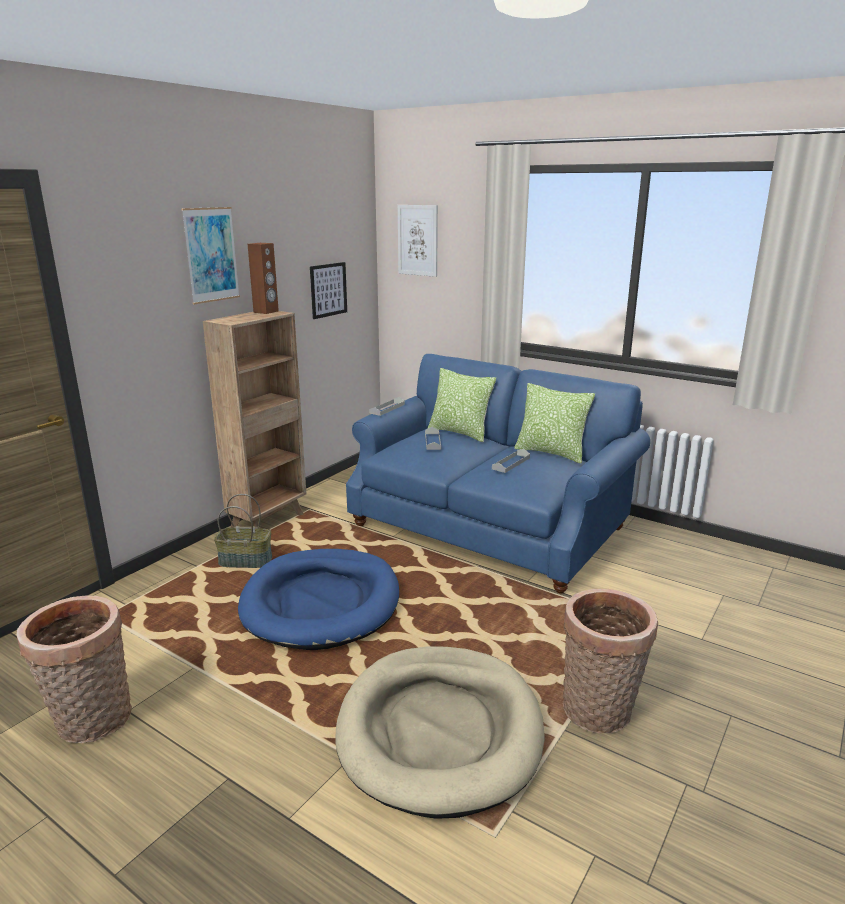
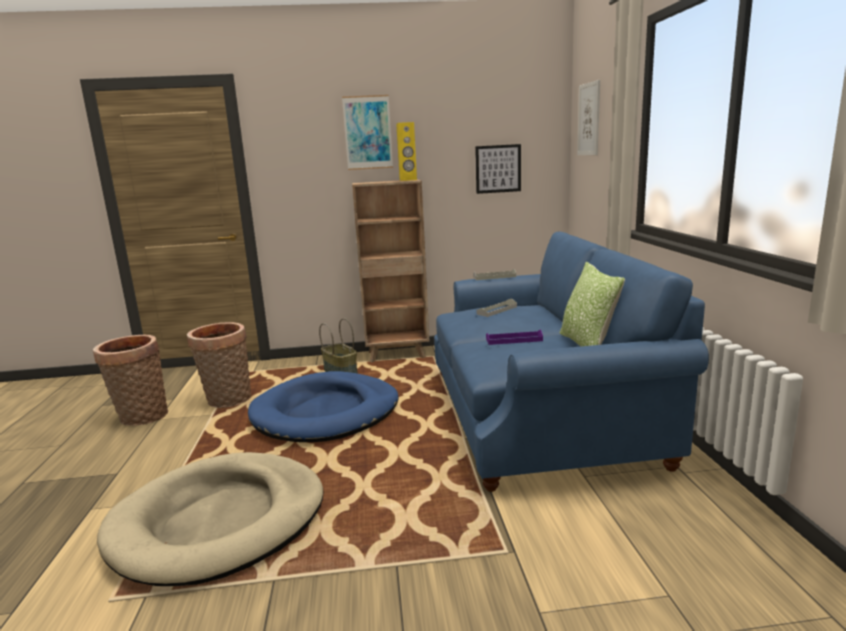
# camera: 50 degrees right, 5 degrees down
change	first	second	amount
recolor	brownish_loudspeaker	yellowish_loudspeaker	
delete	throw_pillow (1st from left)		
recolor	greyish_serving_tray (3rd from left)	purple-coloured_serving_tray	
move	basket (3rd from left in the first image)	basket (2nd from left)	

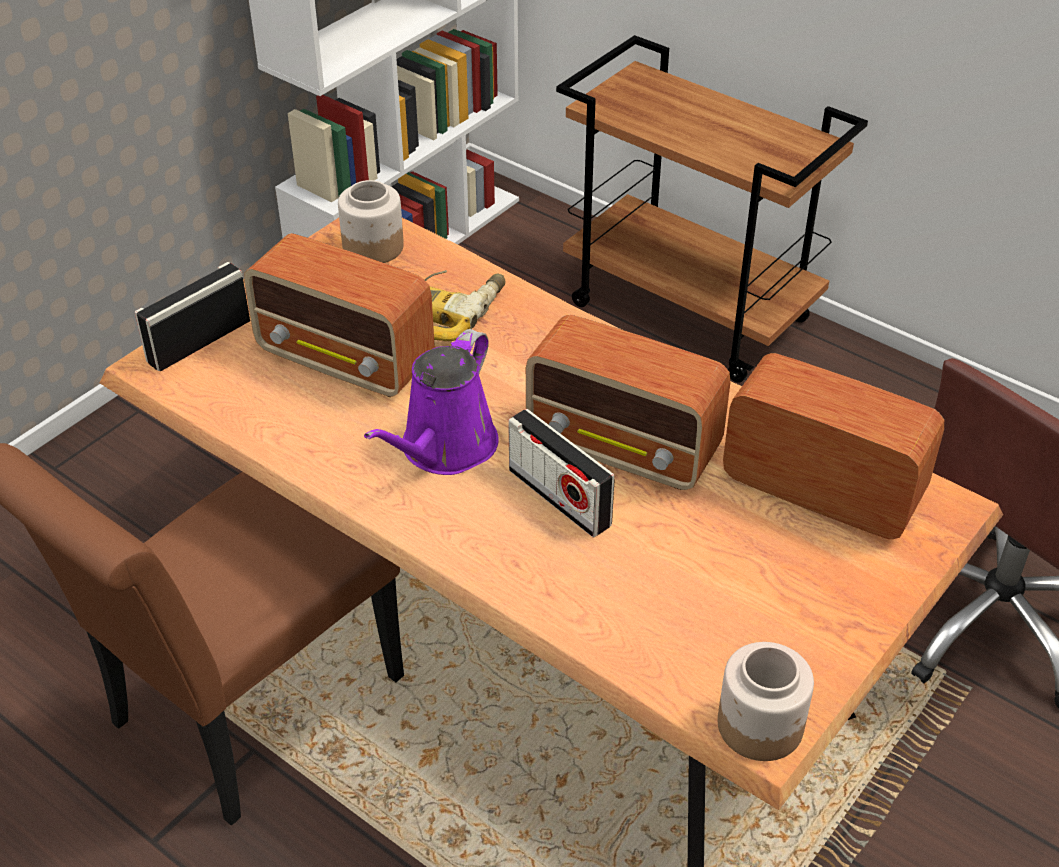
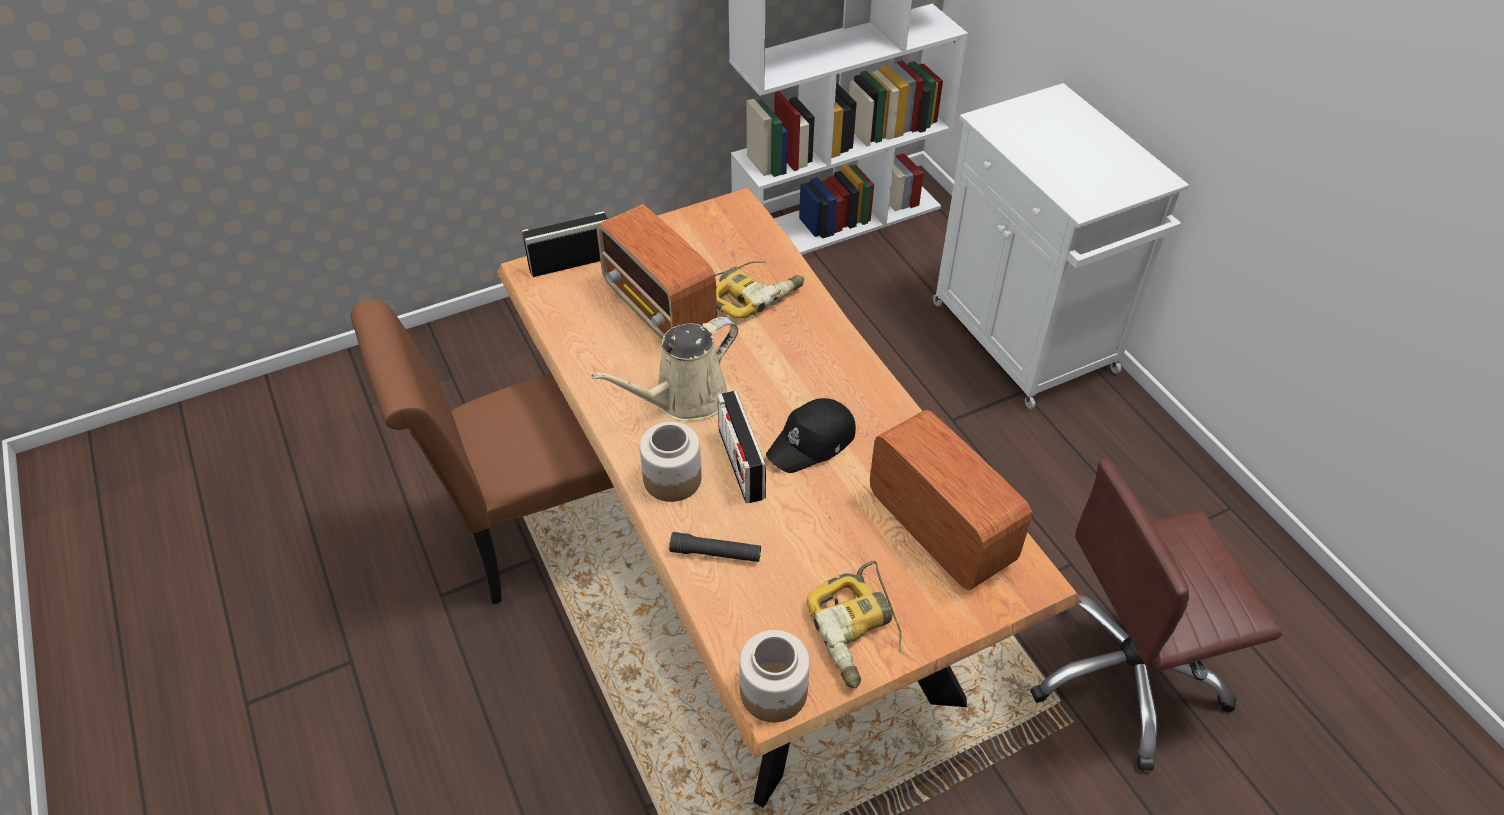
# camera: 25 degrees right, 5 degrees up
change	first	second	amount
move	jar (1st from left)		
recolor	purple-coloured_watering_pot	beige-coloured_watering_pot	
replace	radio_receiver (4th from left)	black-coloured_peaked_cap	
replace	brownish_trolley	white-coloured_storage_cabinet	
insert		black-coloured_torch	
insert		power_drill (2nd from left)	

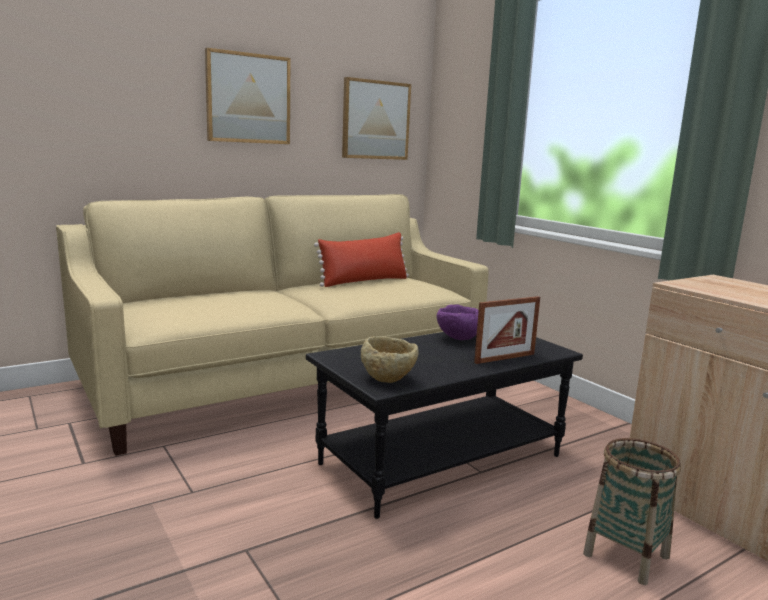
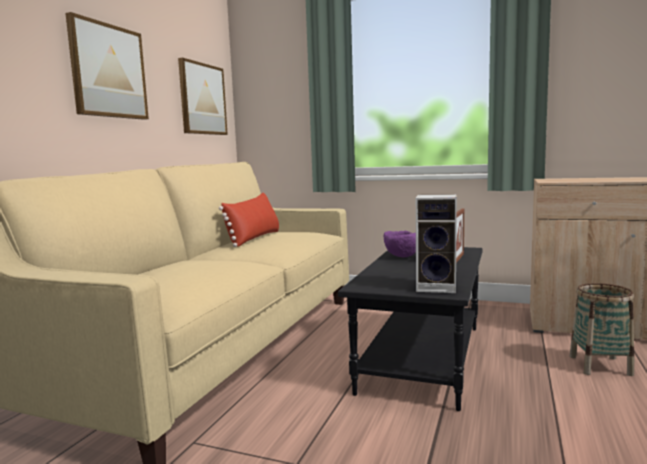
# camera: 35 degrees left, 5 degrees down
change	first	second	amount
replace	beige-coloured_bowl	loudspeaker	

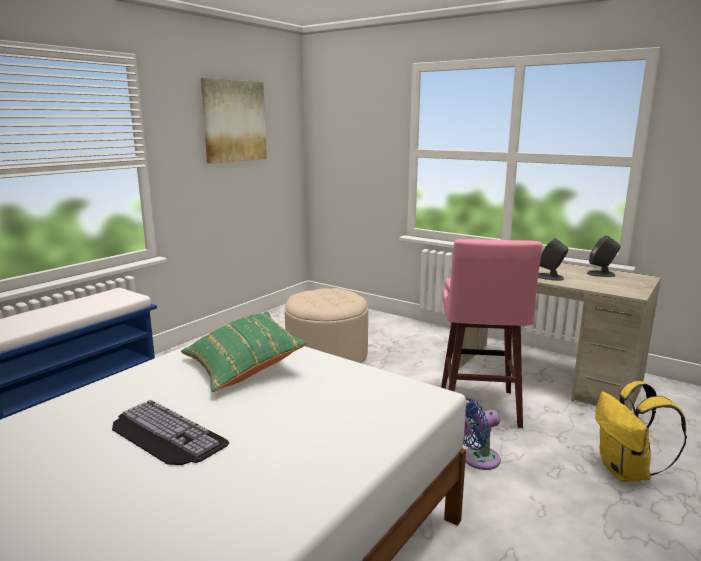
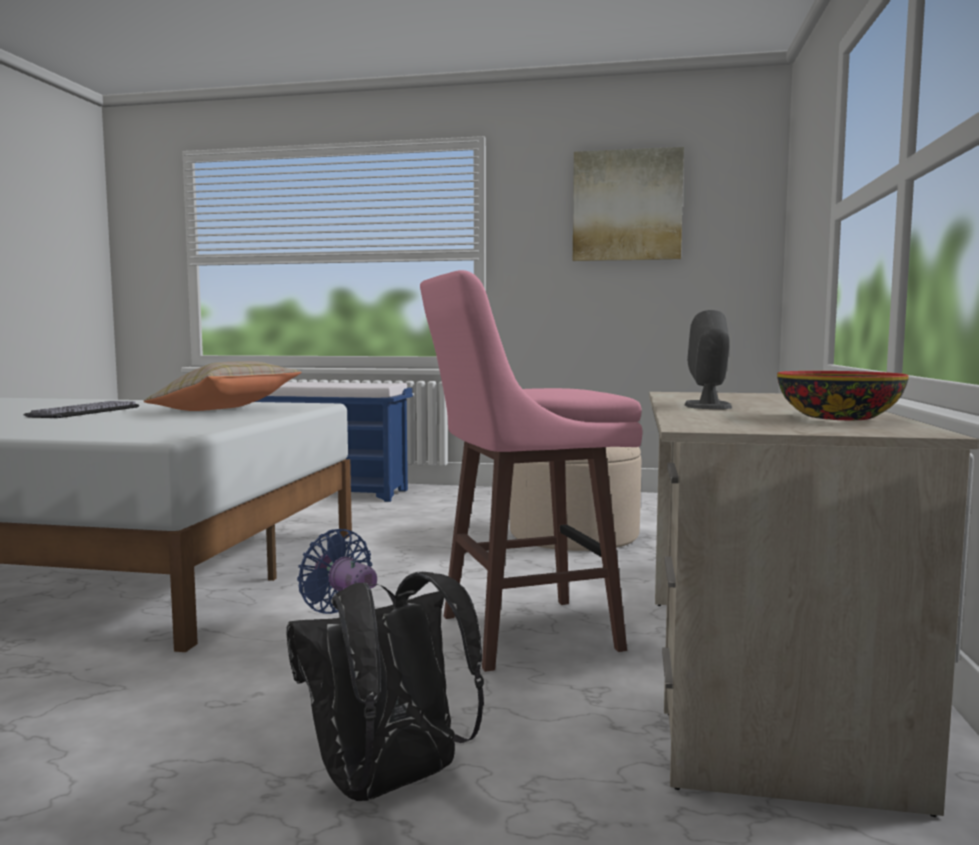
# camera: 65 degrees right, 10 degrees down
change	first	second	amount
recolor	greenish_throw_pillow	beige-coloured_throw_pillow	
replace	greyish_loudspeaker (2nd from left)	bowl	
recolor	yellowish_rucksack	black-coloured_rucksack	

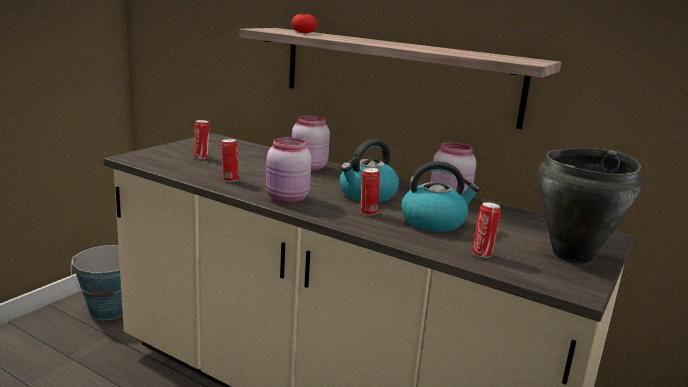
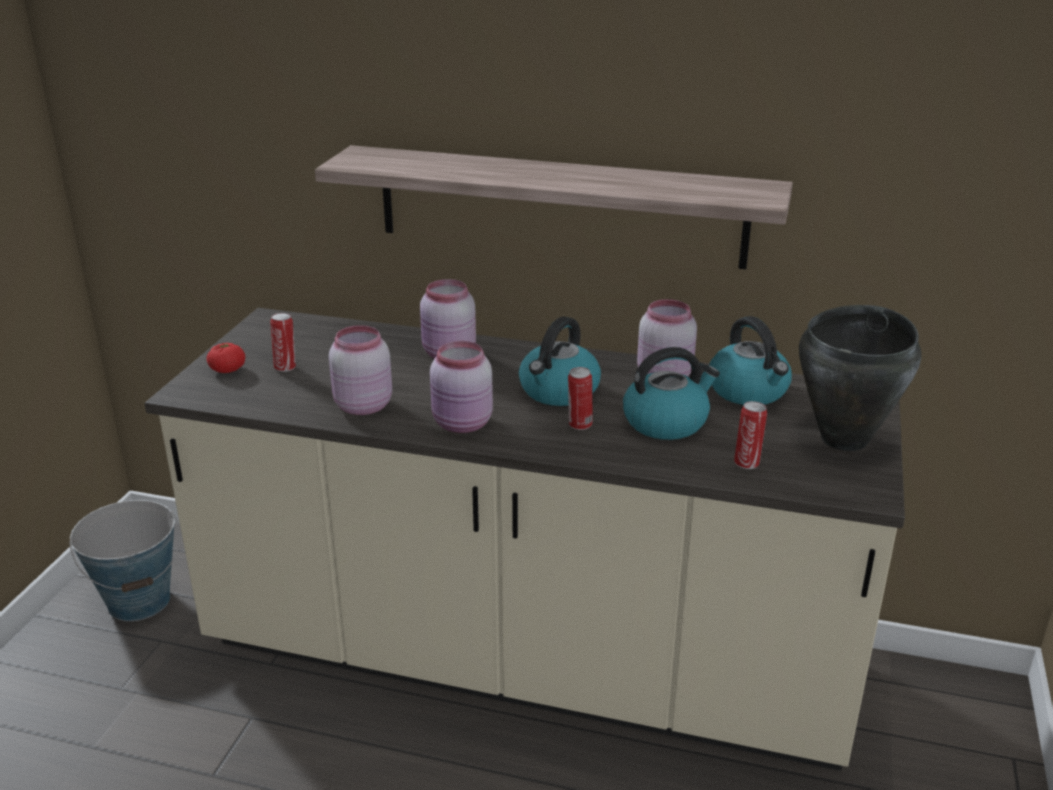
# camera: 15 degrees left, 10 degrees up
change	first	second	amount
replace	metal_can (2nd from left)	pink_jar (1st from left)	
move	tomato		
insert		kettle (3rd from left)	

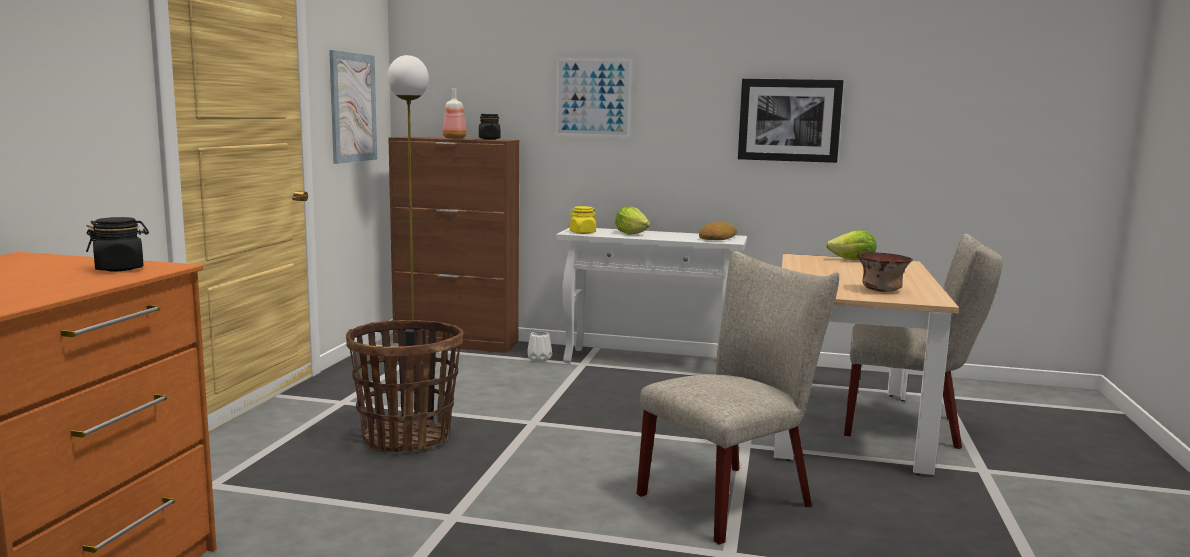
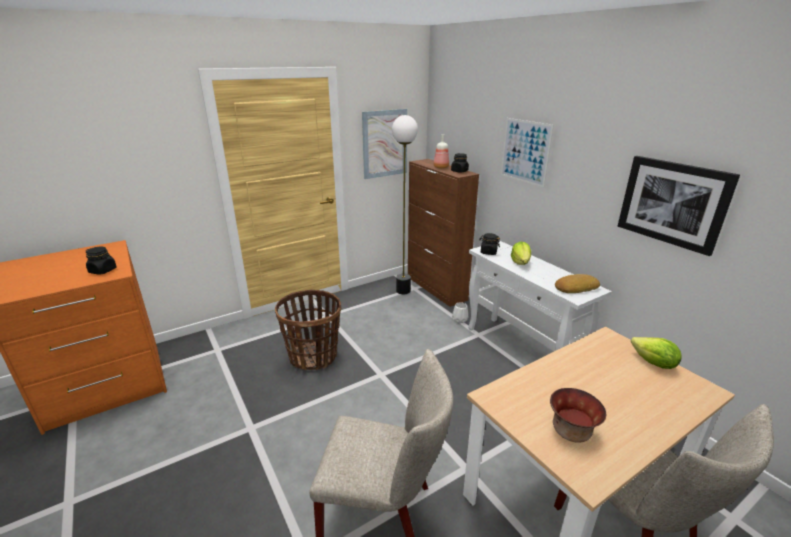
# camera: 45 degrees right, 15 degrees up
change	first	second	amount
recolor	yellowish_jar	black-coloured_jar (3rd from left)	

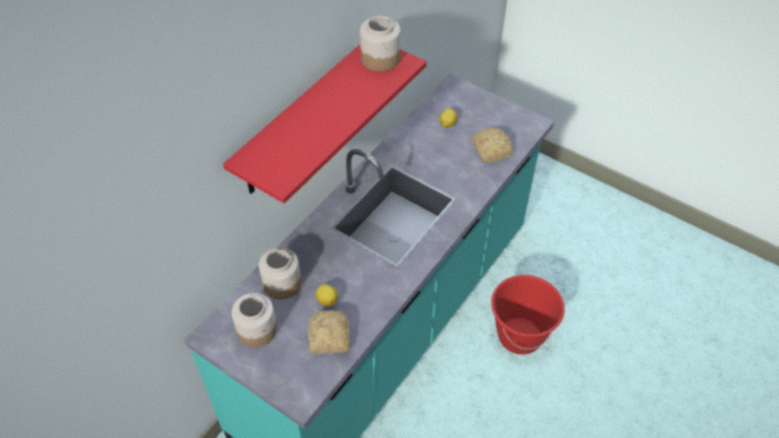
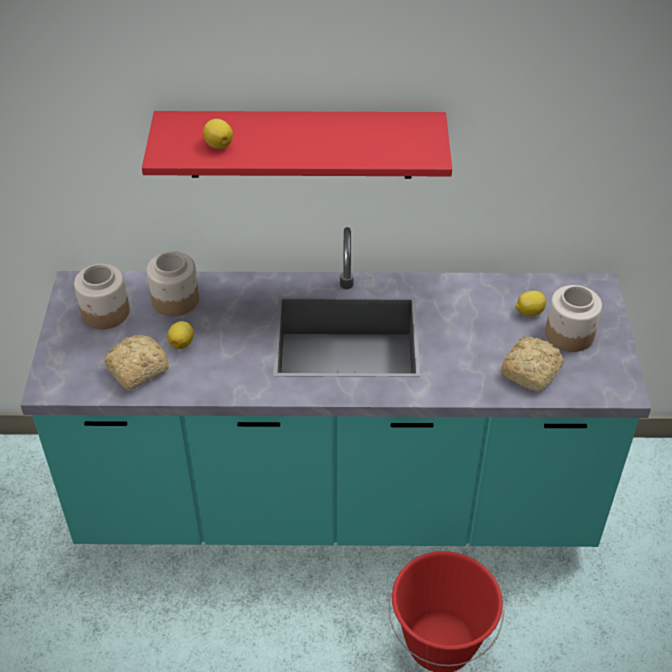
# camera: 55 degrees right, 5 degrees down
change	first	second	amount
move	jar (3rd from left)		
insert		citrus_fruit (2nd from left)	

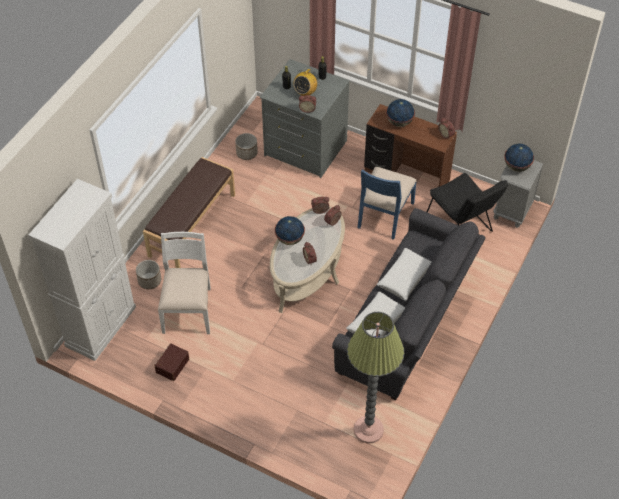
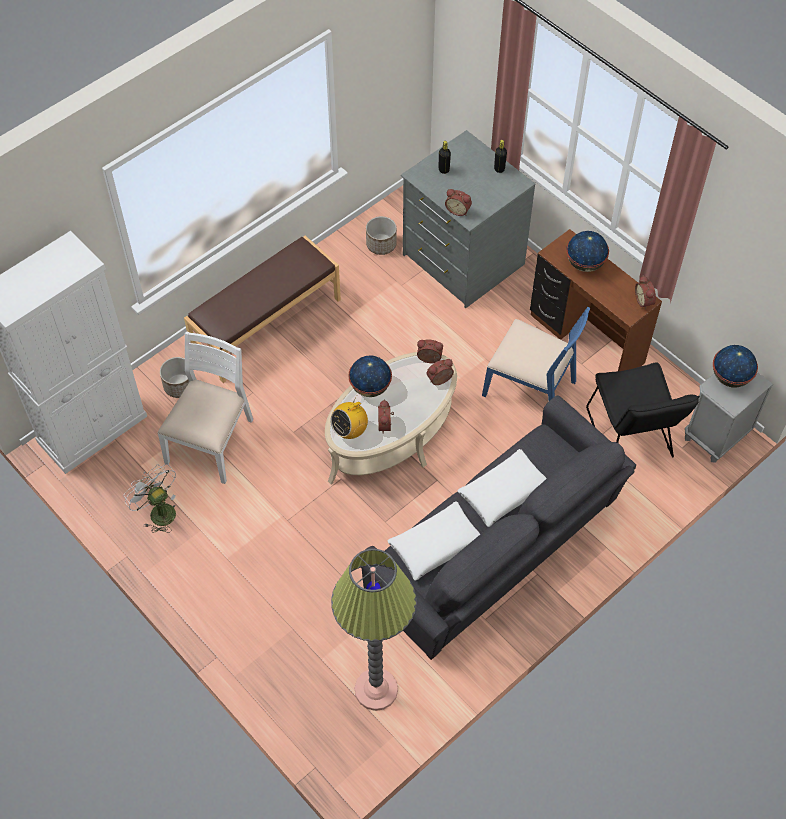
# camera: 20 degrees right, 5 degrees up
change	first	second	amount
replace	brownish_storage_bin	white-coloured_electric_fan	
move	radio_receiver		
rotate	blue_upright_chair		105 degrees counterclockwise

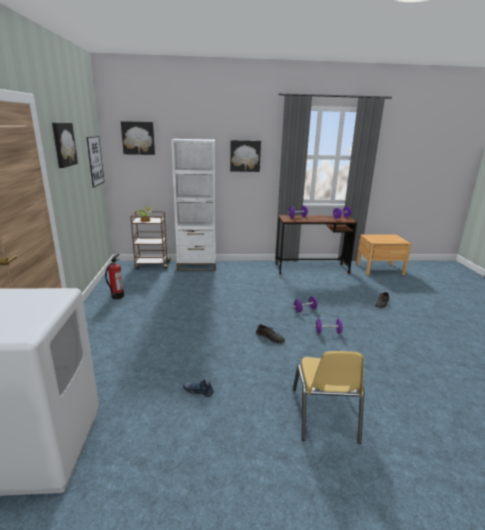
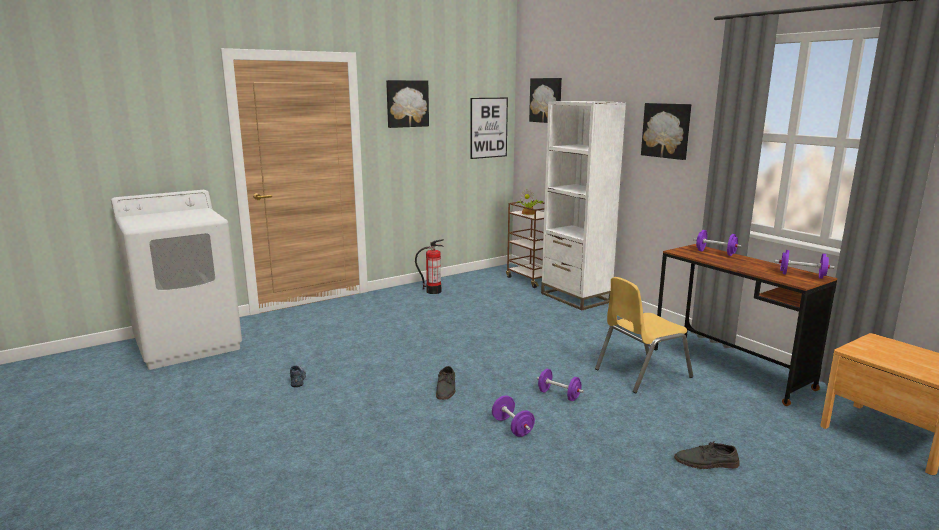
# camera: 60 degrees right, 5 degrees down
change	first	second	amount
move	yellowish_upright_chair		

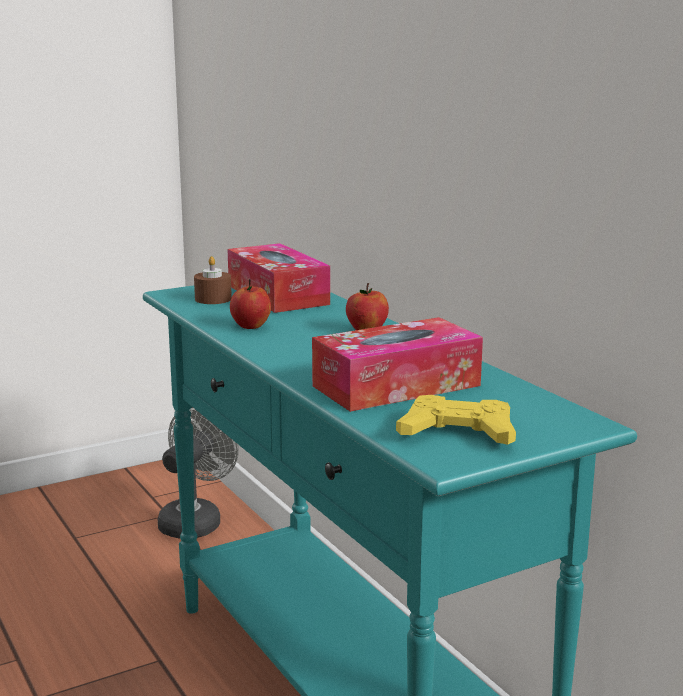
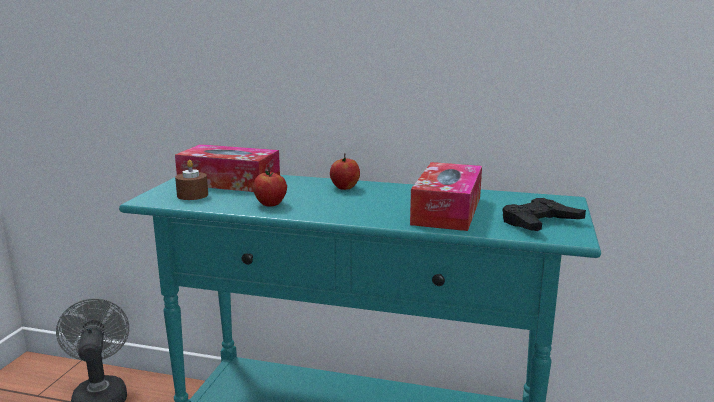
# camera: 45 degrees left, 0 degrees up
change	first	second	amount
recolor	yellowish_gamepad	black-coloured_gamepad	

